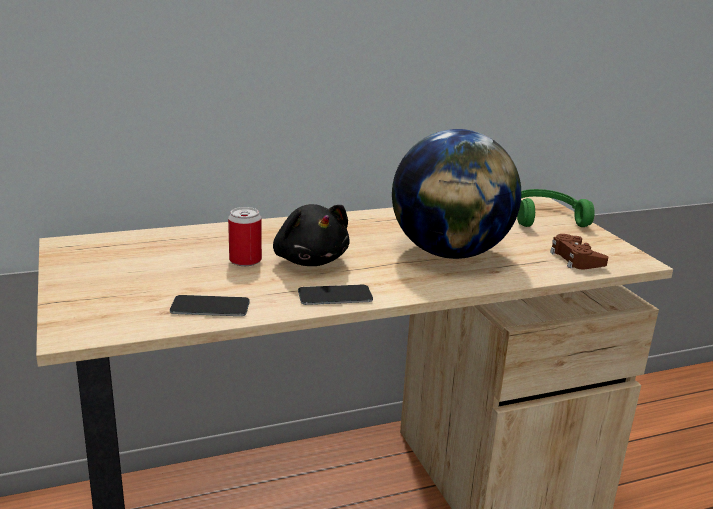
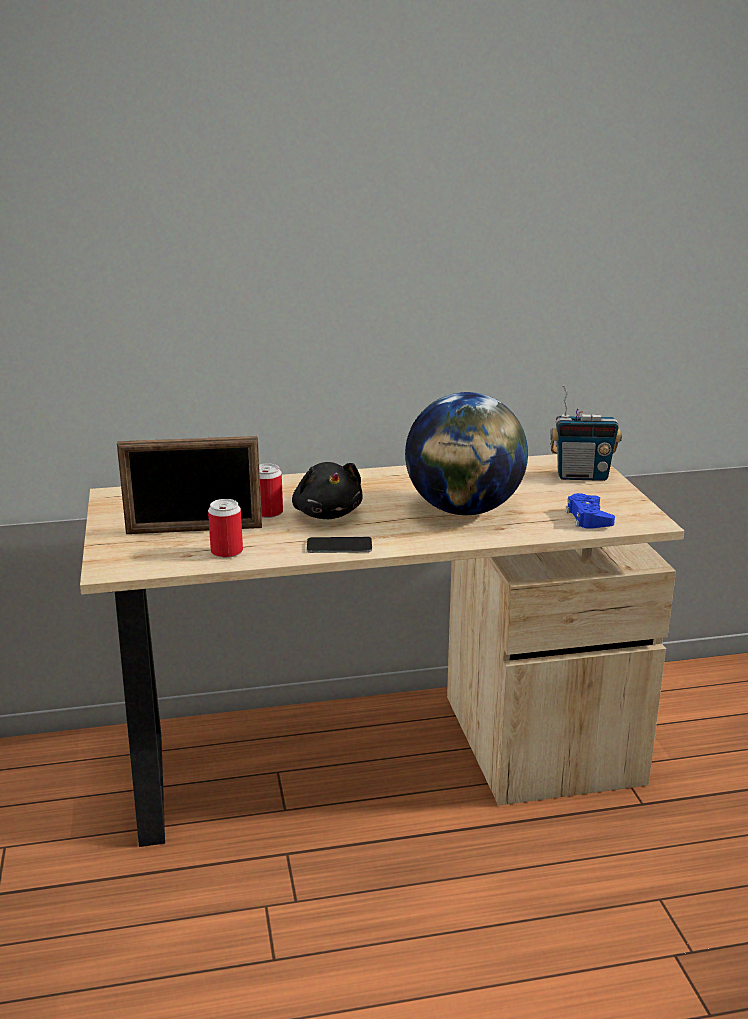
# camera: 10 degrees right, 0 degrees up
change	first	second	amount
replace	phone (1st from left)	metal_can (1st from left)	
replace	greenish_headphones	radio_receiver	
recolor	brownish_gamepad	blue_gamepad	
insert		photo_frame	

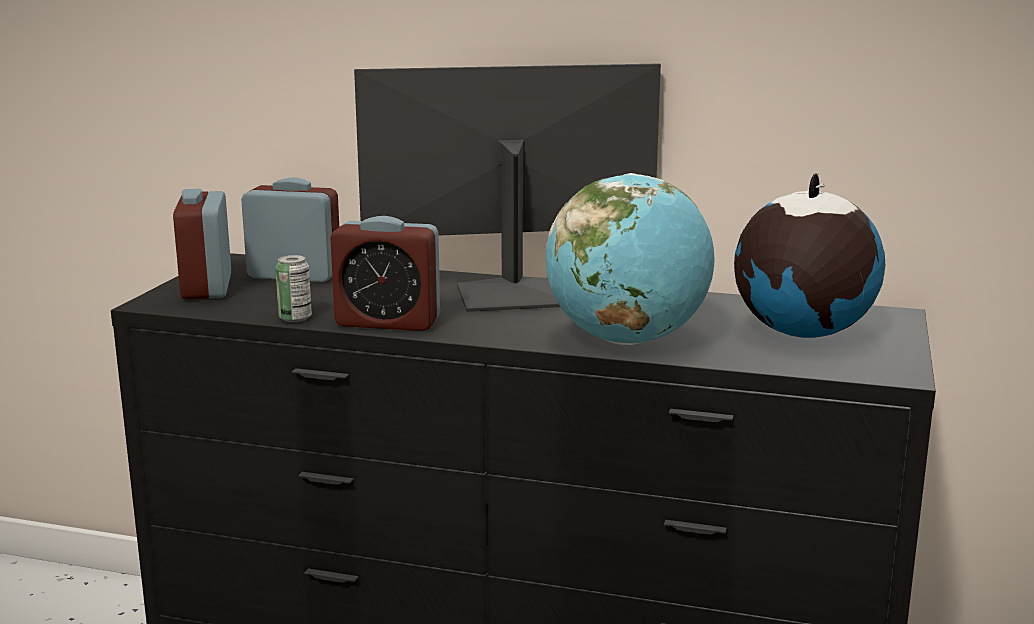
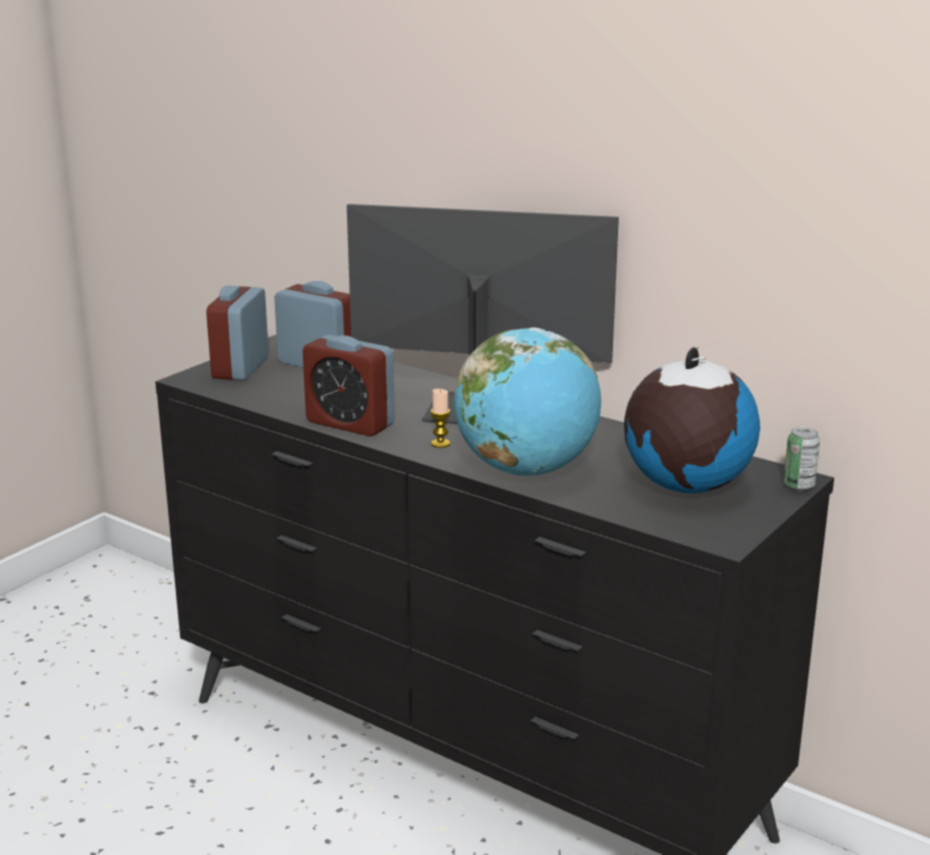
# camera: 20 degrees right, 5 degrees up
change	first	second	amount
move	metal_can		
insert		candle	

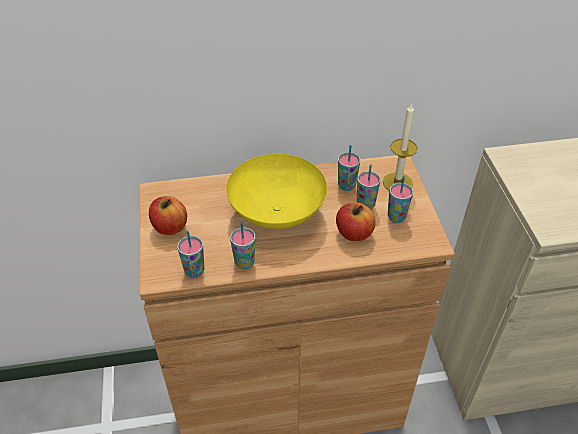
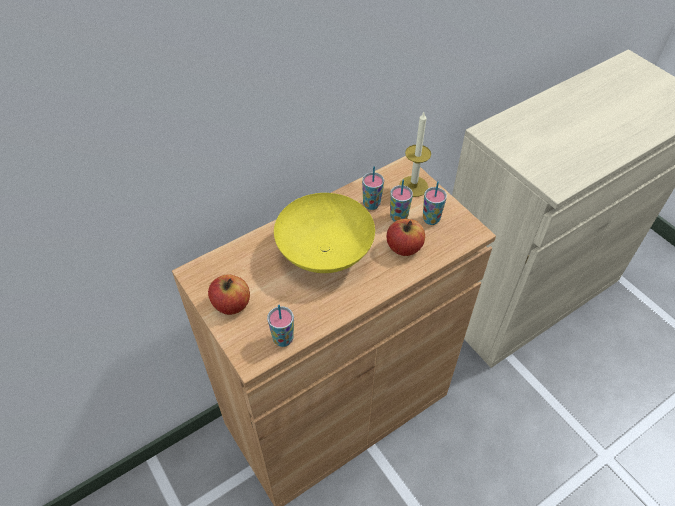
# camera: 25 degrees left, 5 degrees up
change	first	second	amount
delete	small_cup (2nd from left)		

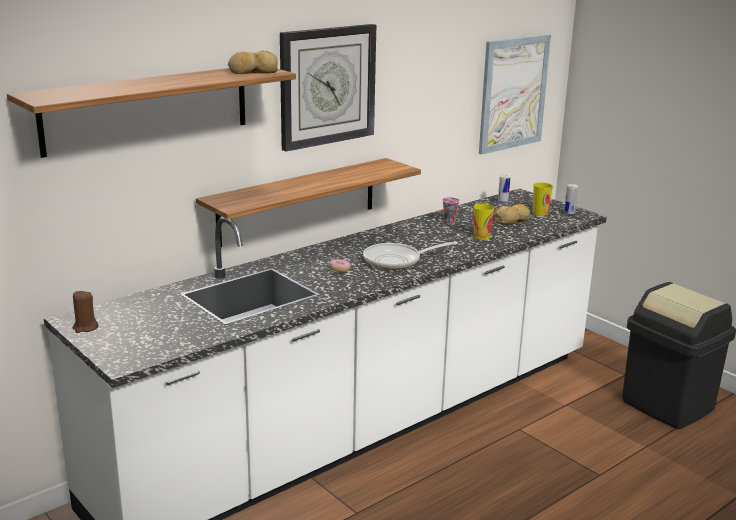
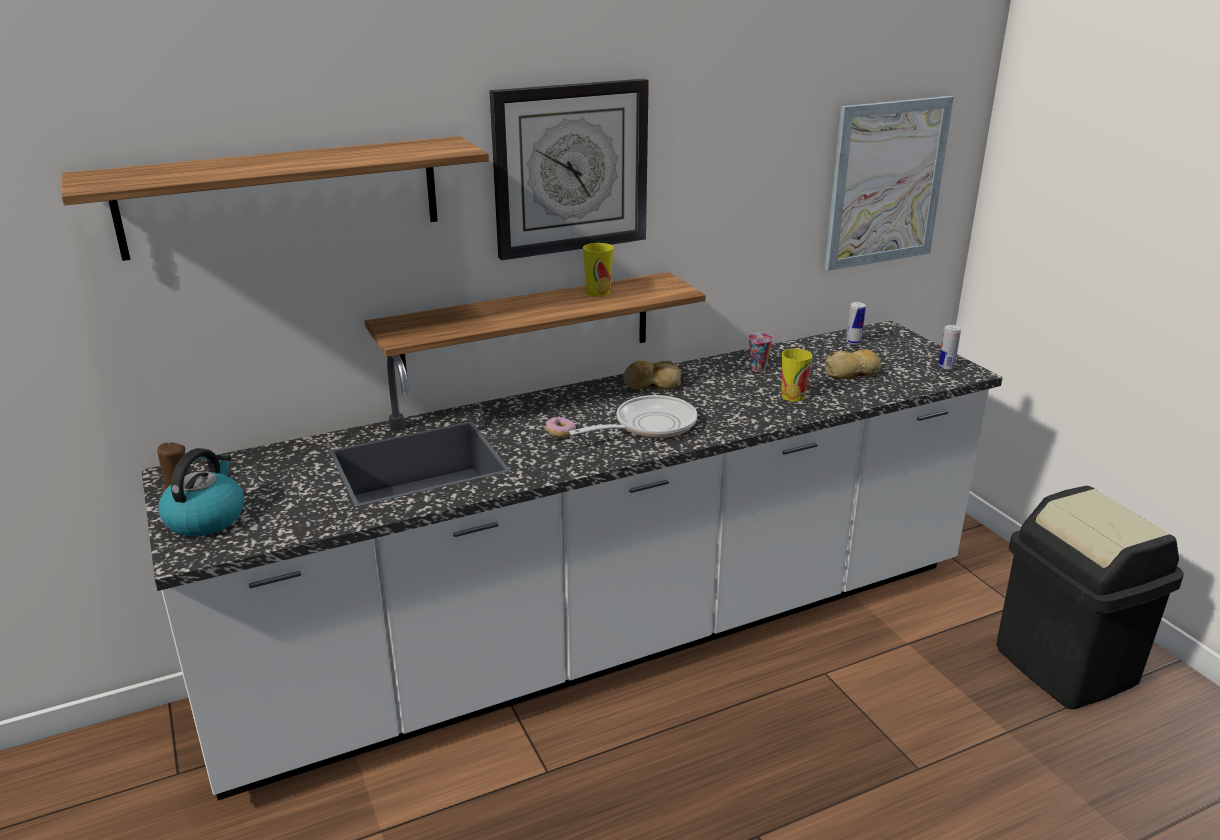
# camera: 15 degrees right, 5 degrees up
change	first	second	amount
move	bakery_bread (1st from left)		
rotate	frying_pan		150 degrees clockwise
move	small_cup (3rd from left in the first image)	small_cup (1st from left)	
insert		kettle	

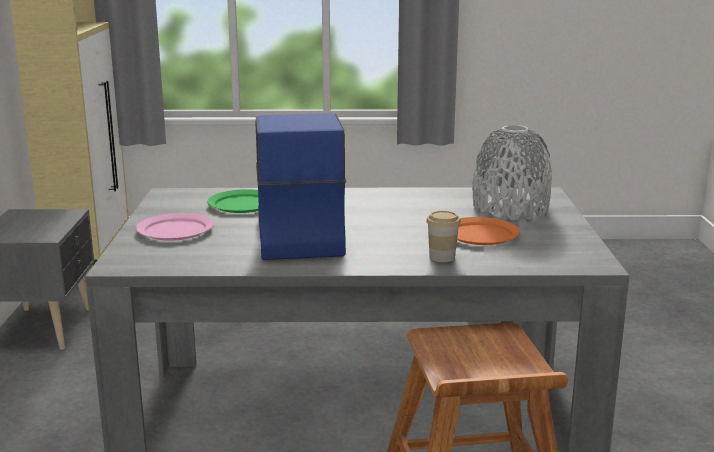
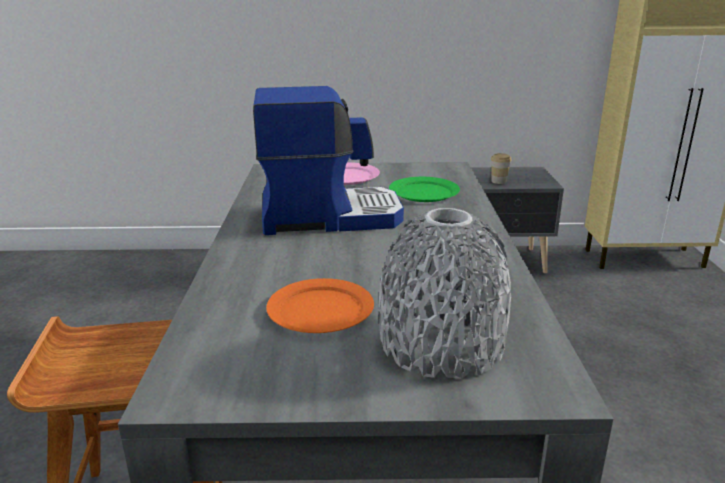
# camera: 90 degrees right, 5 degrees up
change	first	second	amount
move	small_cup		

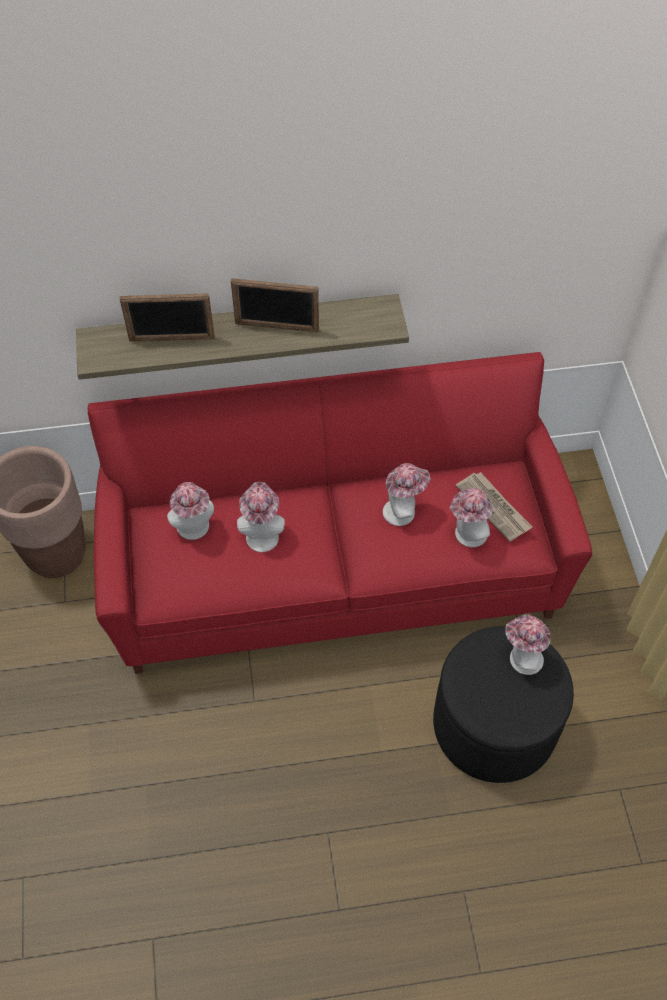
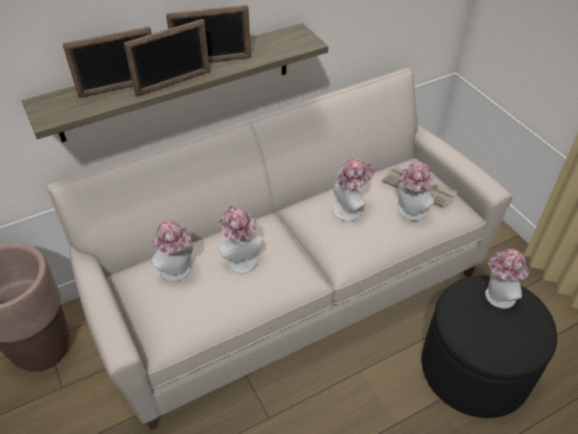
# camera: 20 degrees left, 10 degrees down
change	first	second	amount
recolor	red_settee	beige-coloured_settee	
insert		photo_frame (2nd from left)	

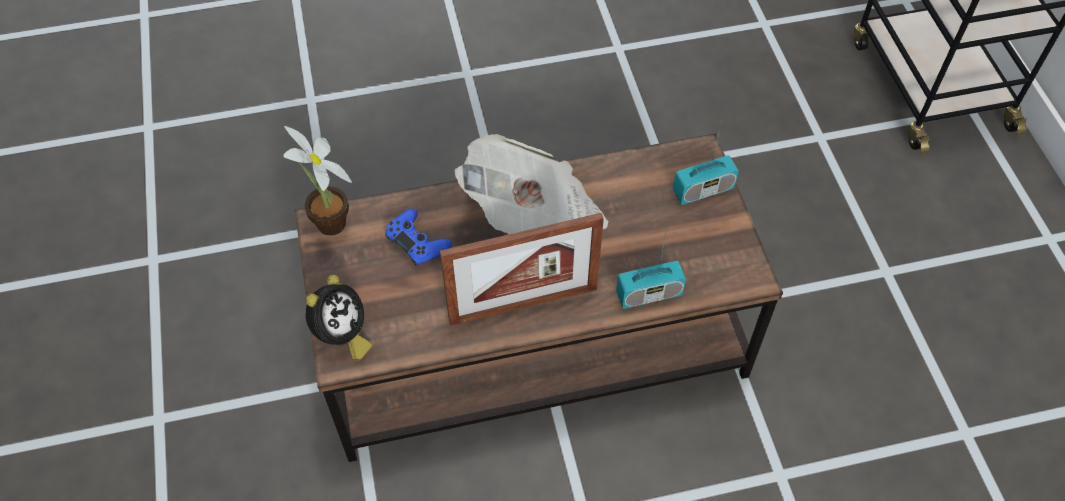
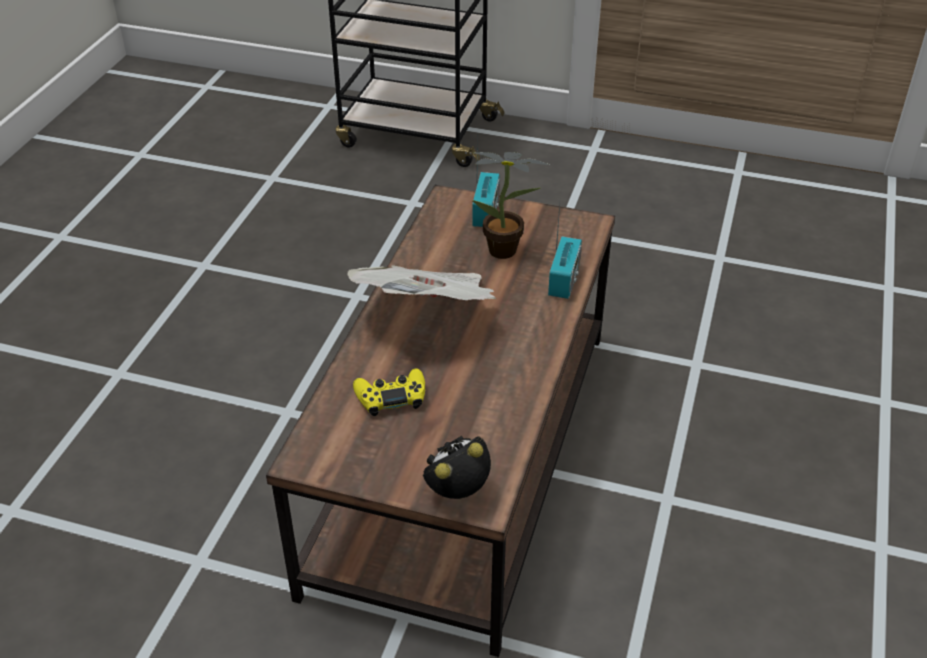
# camera: 60 degrees left, 15 degrees down
change	first	second	amount
move	plant_in_a_pot		
rotate	alarm_clock		90 degrees counterclockwise
recolor	blue_gamepad	yellowish_gamepad	
delete	photo_frame		

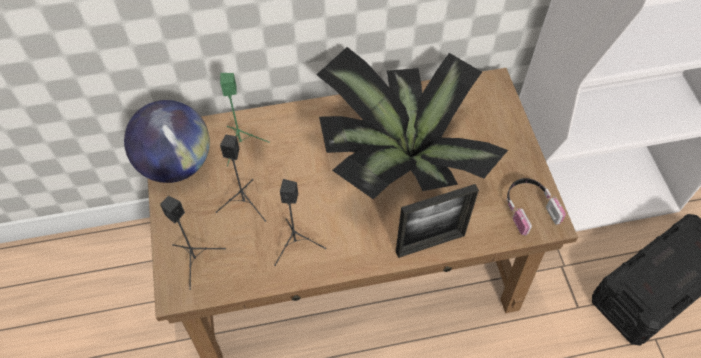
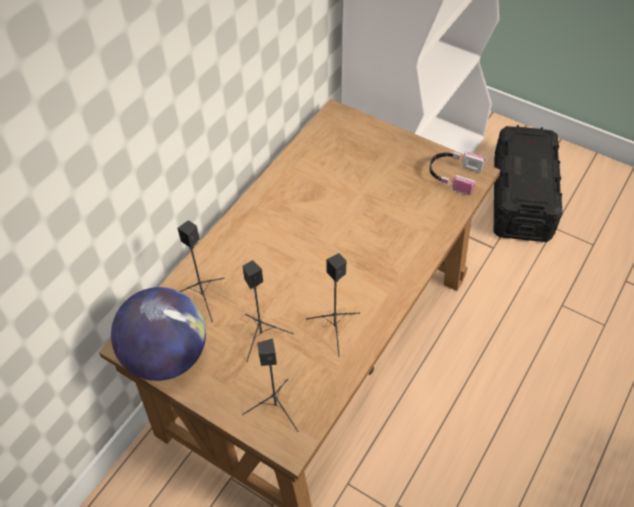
# camera: 45 degrees left, 5 degrees down
change	first	second	amount
recolor	greenish_loudspeaker	black-coloured_loudspeaker (1st from left)	
delete	plant_in_a_pot		
delete	photo_frame		

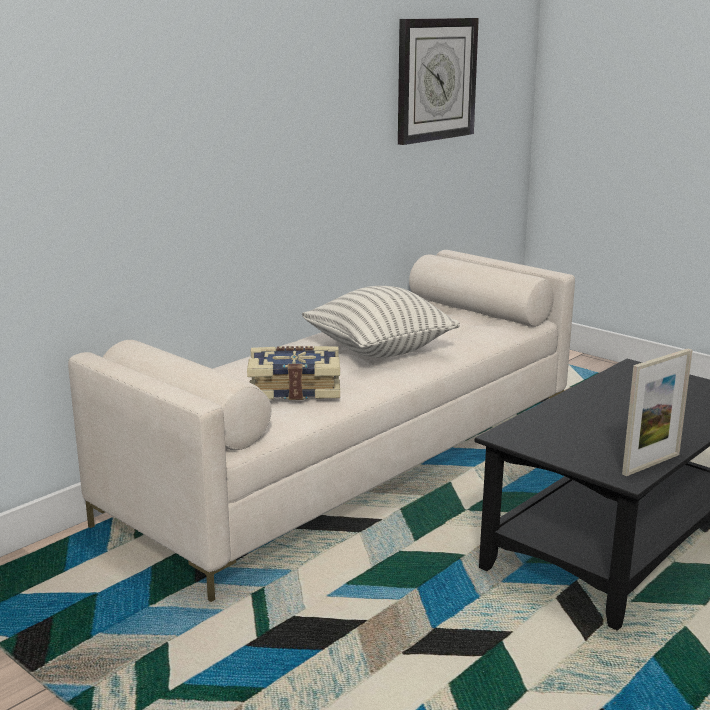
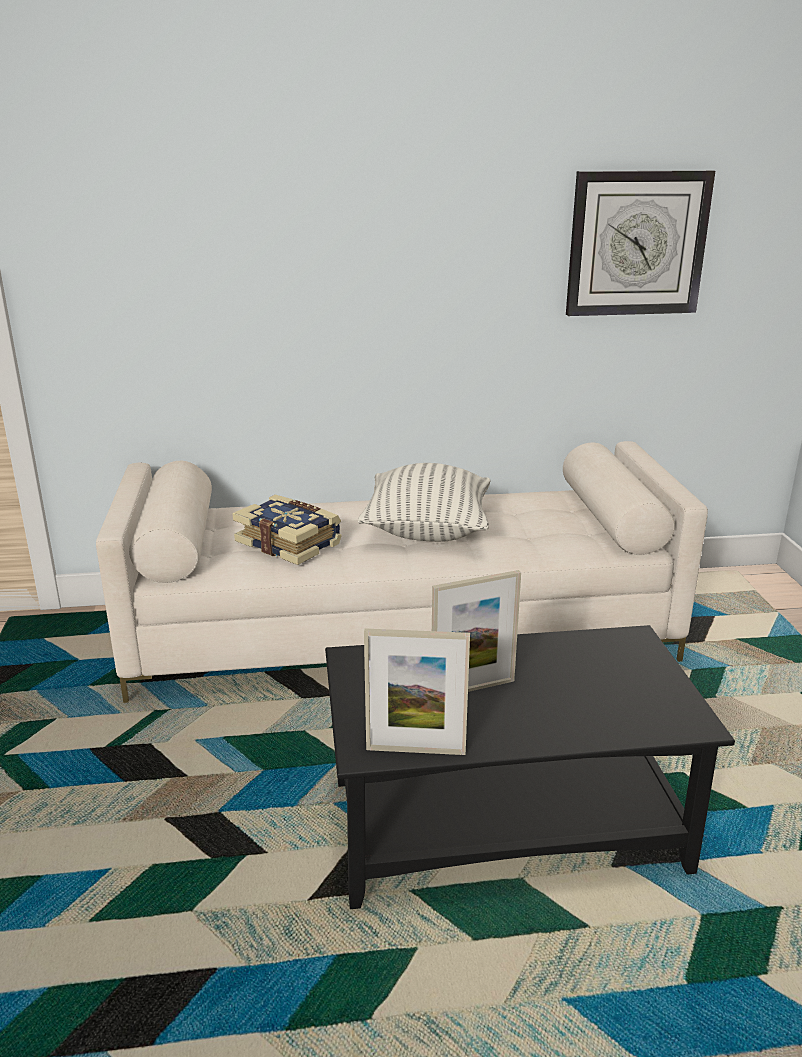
# camera: 40 degrees right, 5 degrees up
change	first	second	amount
insert		photo_frame (2nd from left)	

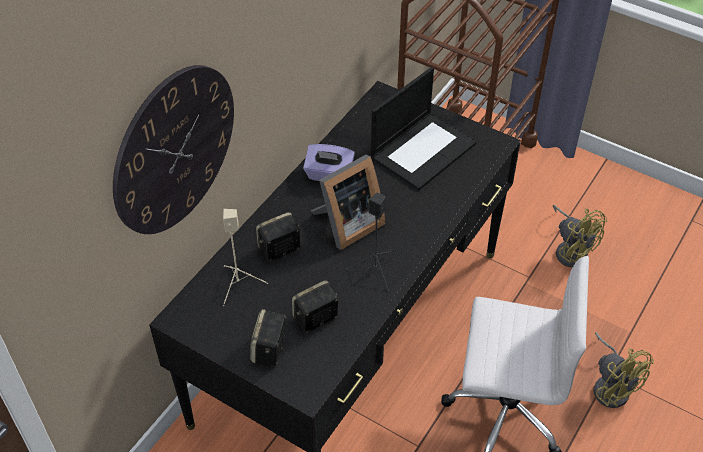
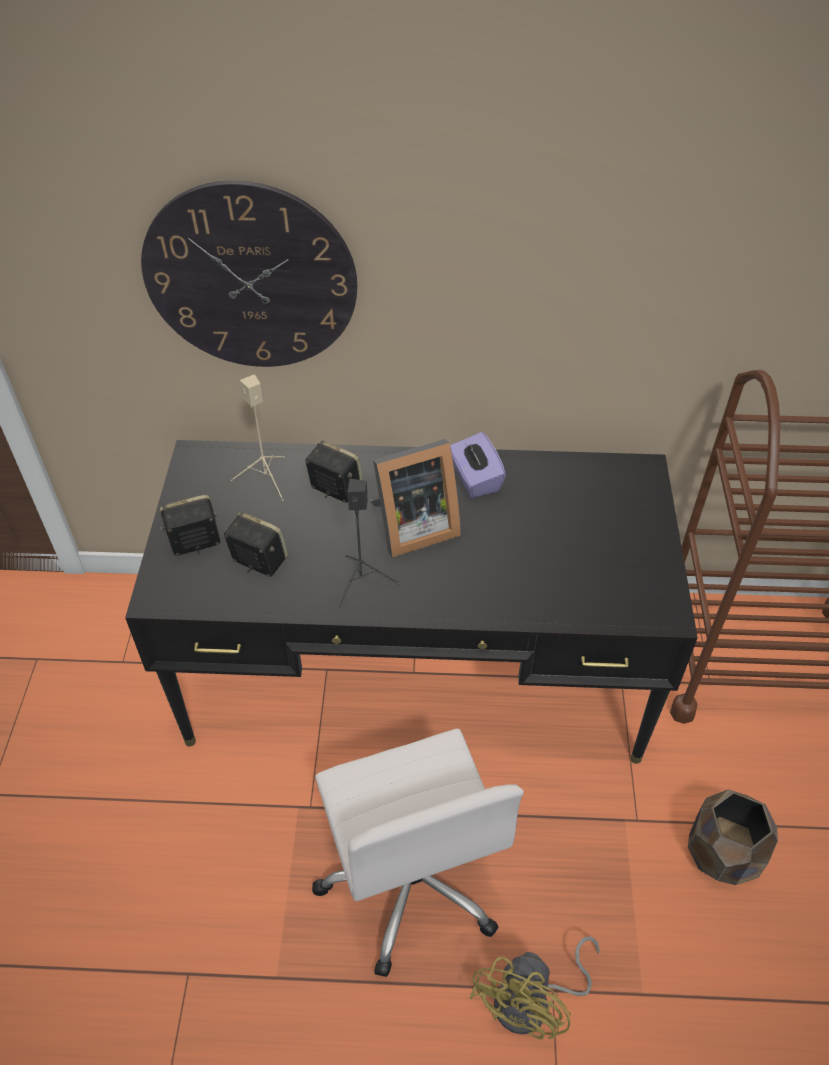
# camera: 60 degrees right, 0 degrees up
change	first	second	amount
rotate	photo_frame		45 degrees counterclockwise
delete	portable_computer		
replace	yellowish_electric_fan (1st from left)	brownish_flower_pot	

